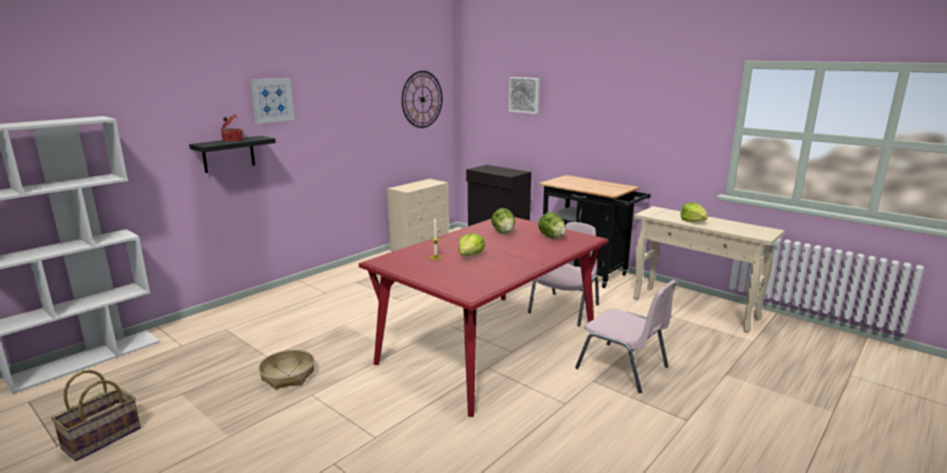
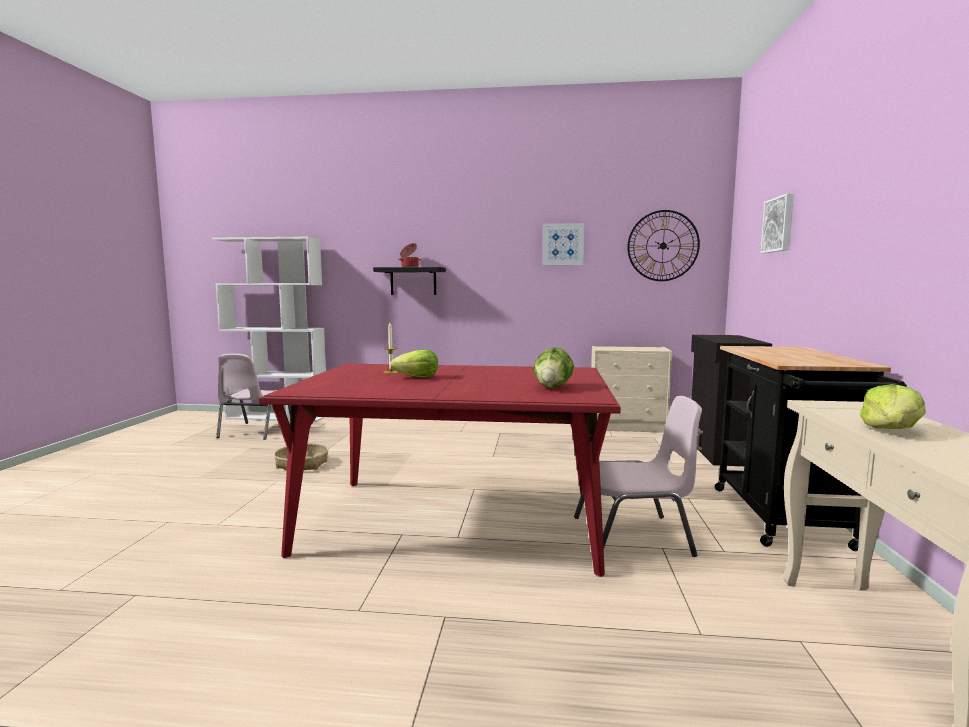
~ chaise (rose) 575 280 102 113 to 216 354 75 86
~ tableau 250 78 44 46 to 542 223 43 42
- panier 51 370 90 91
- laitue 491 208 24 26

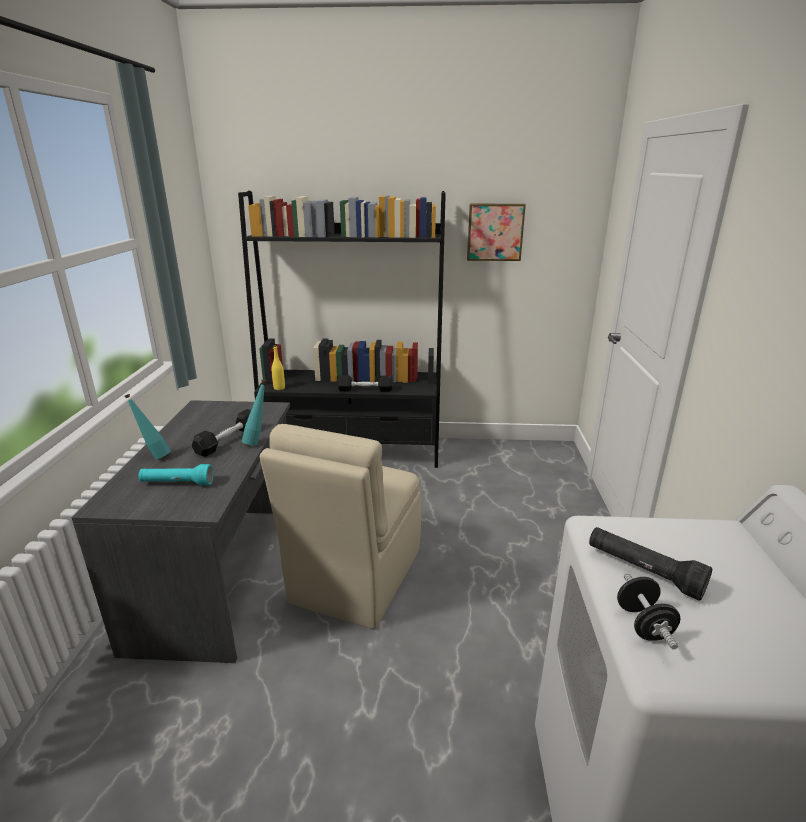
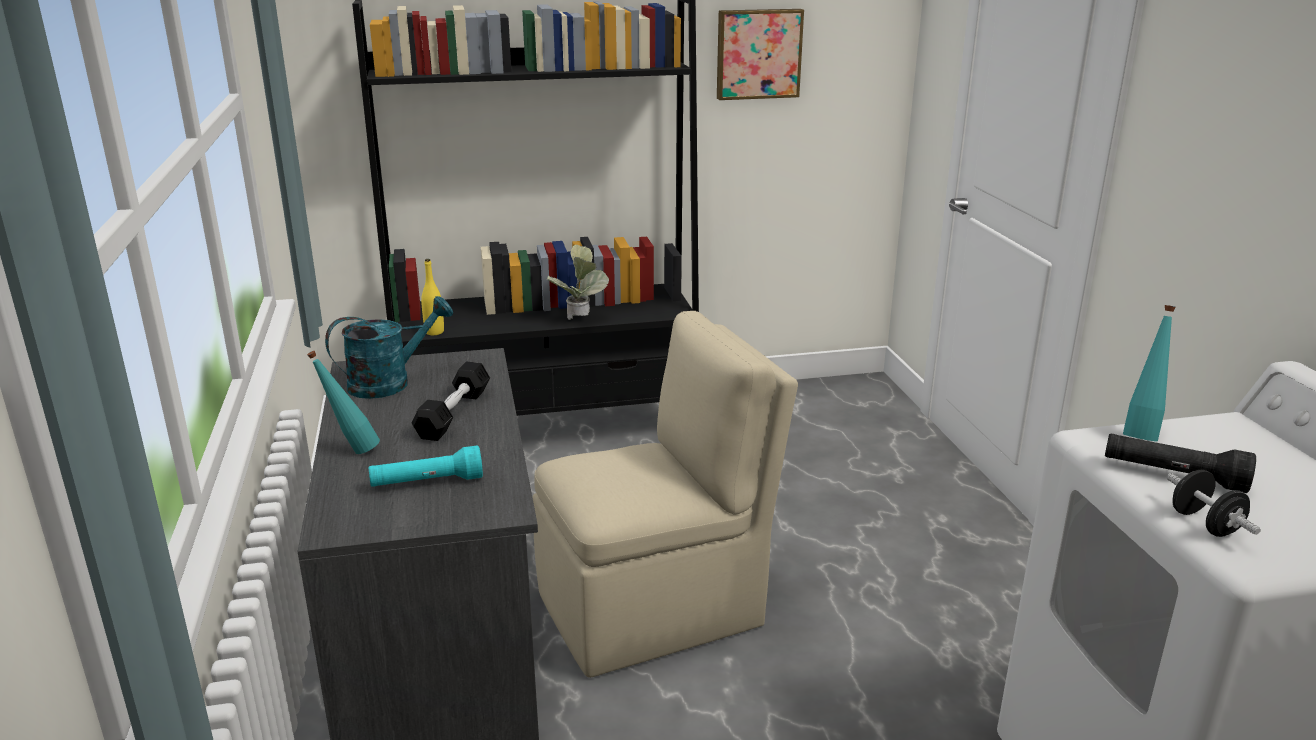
+ arrosoir (turquoise) 325 296 128 103
~ chaise (beige) 260 424 161 205 = 532 311 266 367 120 degrees counterclockwise
~ haltère (noir) 337 375 56 17 to plante en pot 547 245 62 75
~ bouteille (turquoise) 242 379 24 66 to 1123 305 53 137

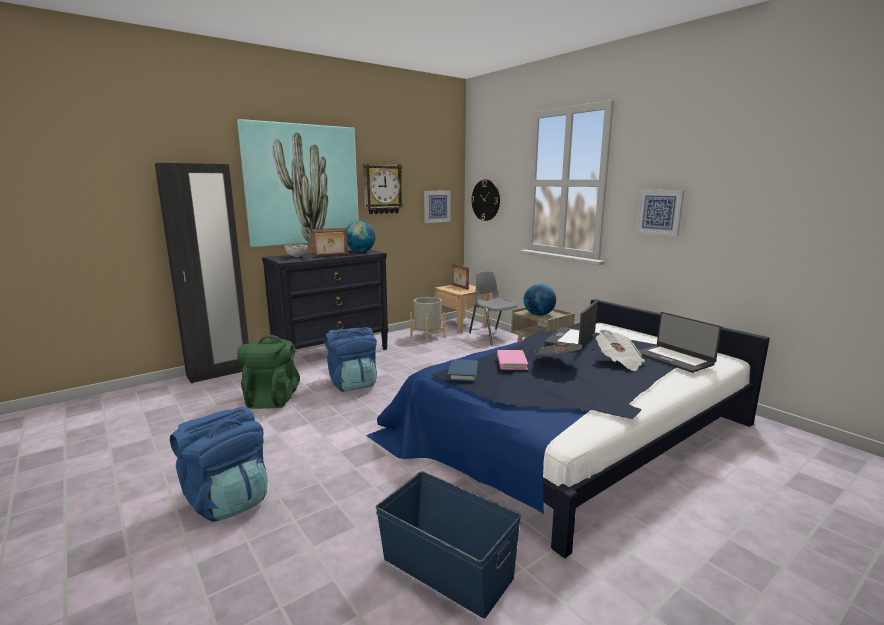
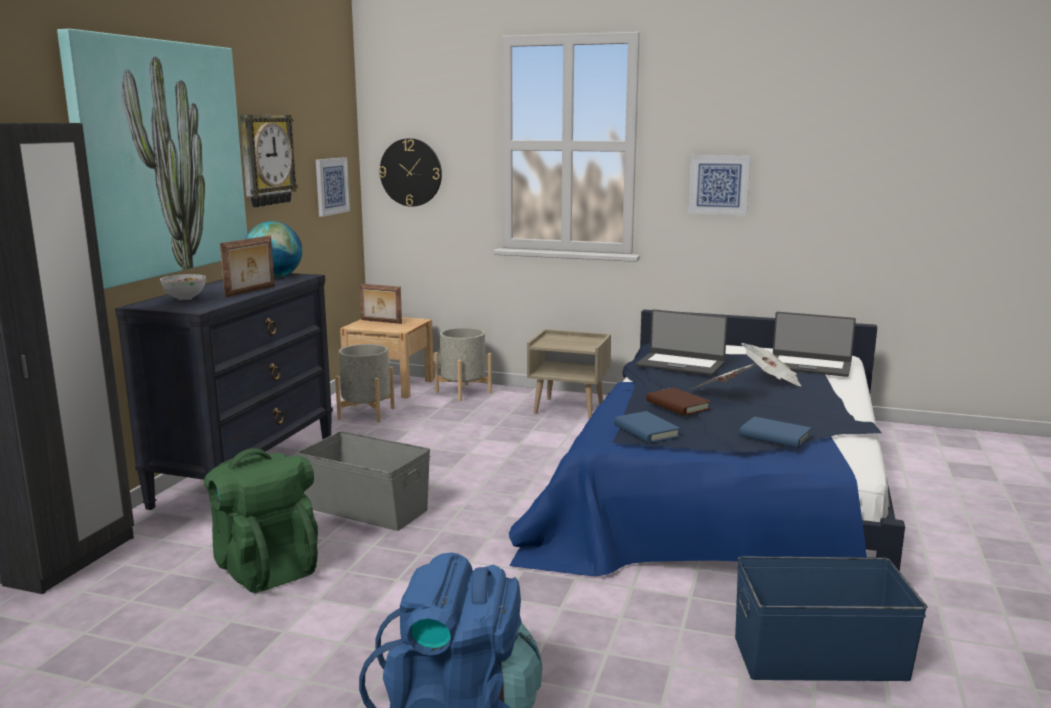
~ sac à dos (bleu) 324 327 53 65 to boîte de rangement (gris) 297 431 133 100
~ chaise (gris) 469 271 49 74 to cache-pot (gris) 434 328 58 73
~ ordinateur portable 544 301 54 44 = 636 309 92 67 60 degrees counterclockwise
~ livre (rose) 497 350 31 20 to livre (marron) 646 387 65 29
+ livre (bleu) 739 417 73 31
- globe 523 283 33 33

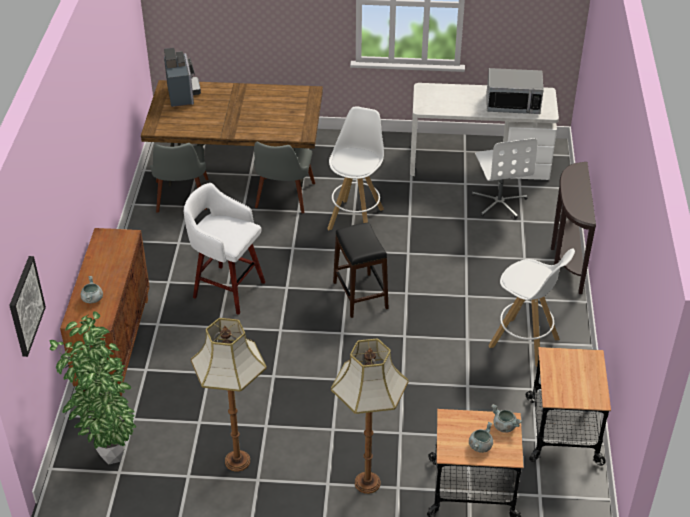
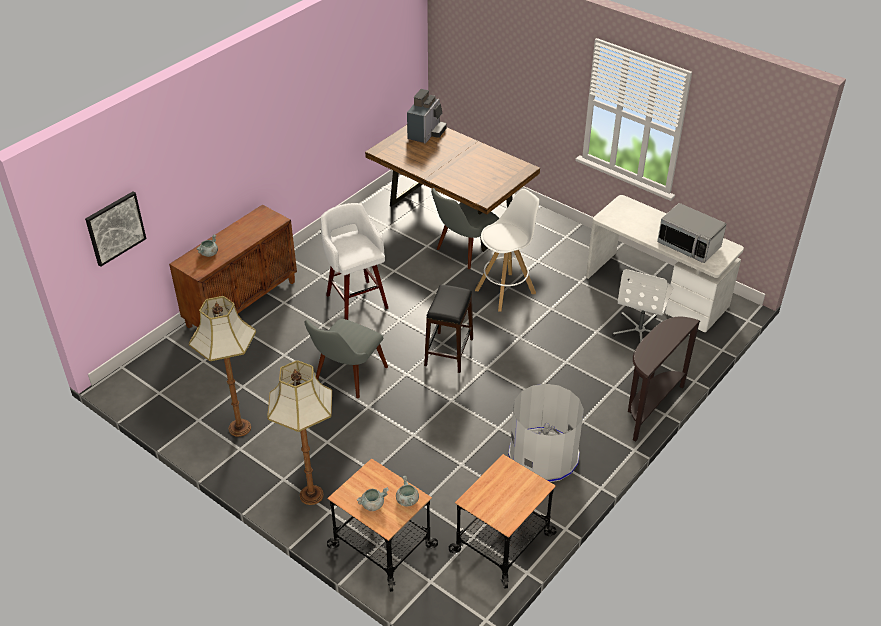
~ chaise (gris) 150 143 59 70 to 305 319 83 80
~ tabouret (blanc) 488 248 87 119 to poubelle (gris) 508 384 76 98
- plante en pot 49 311 87 154

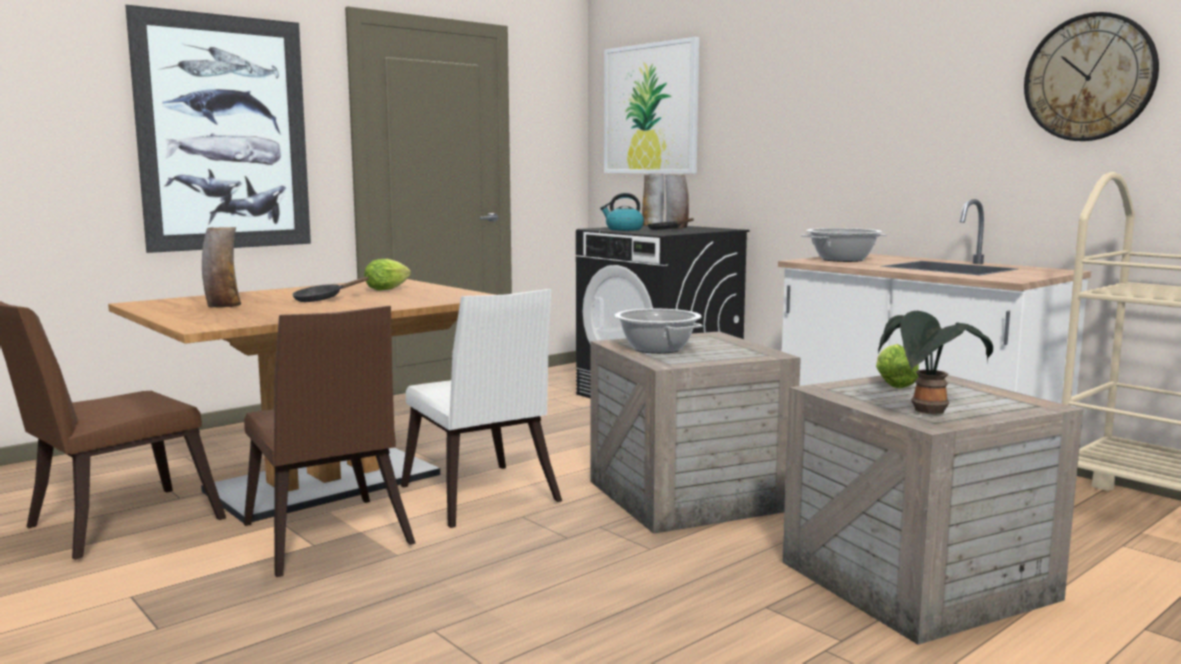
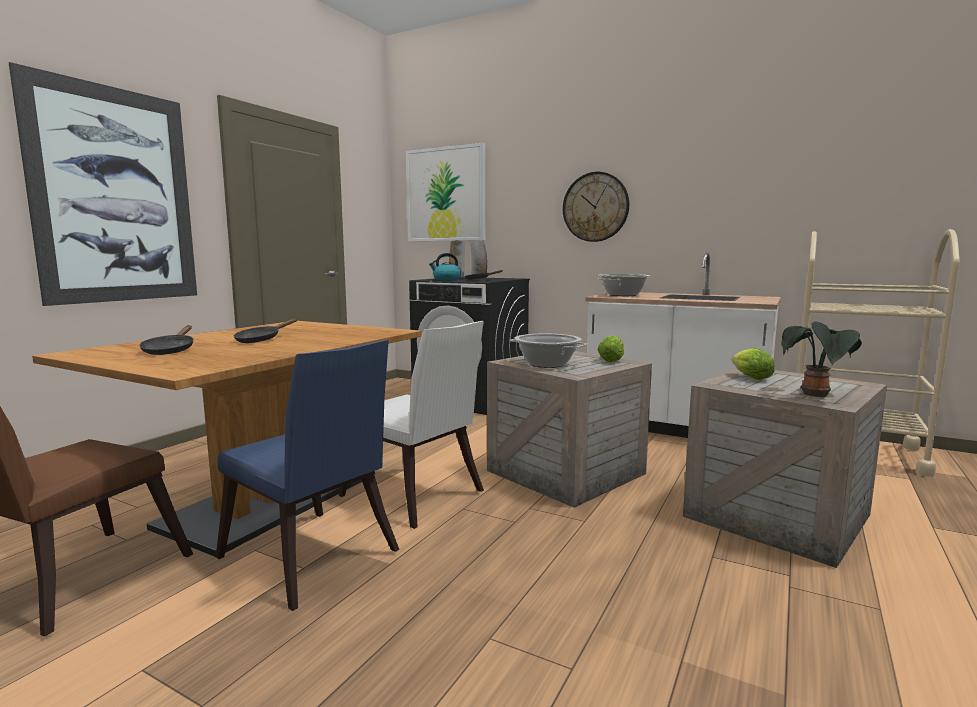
~ vase 202 227 39 80 to poêle (noir) 139 325 55 30
~ chaise (marron) 244 306 171 271 to chaise (bleu) 216 340 183 271
~ horloge murale 1024 12 135 129 to 563 172 66 70
~ laitue 364 259 47 32 to 598 335 26 27

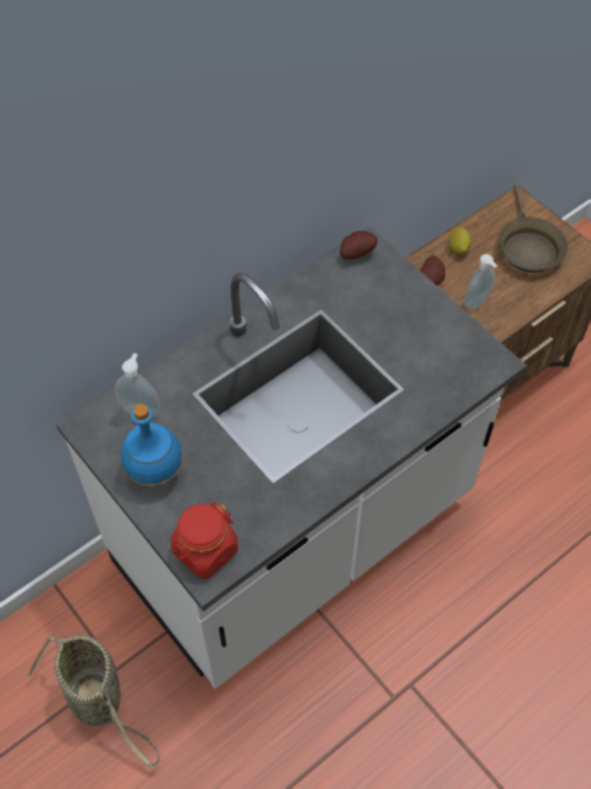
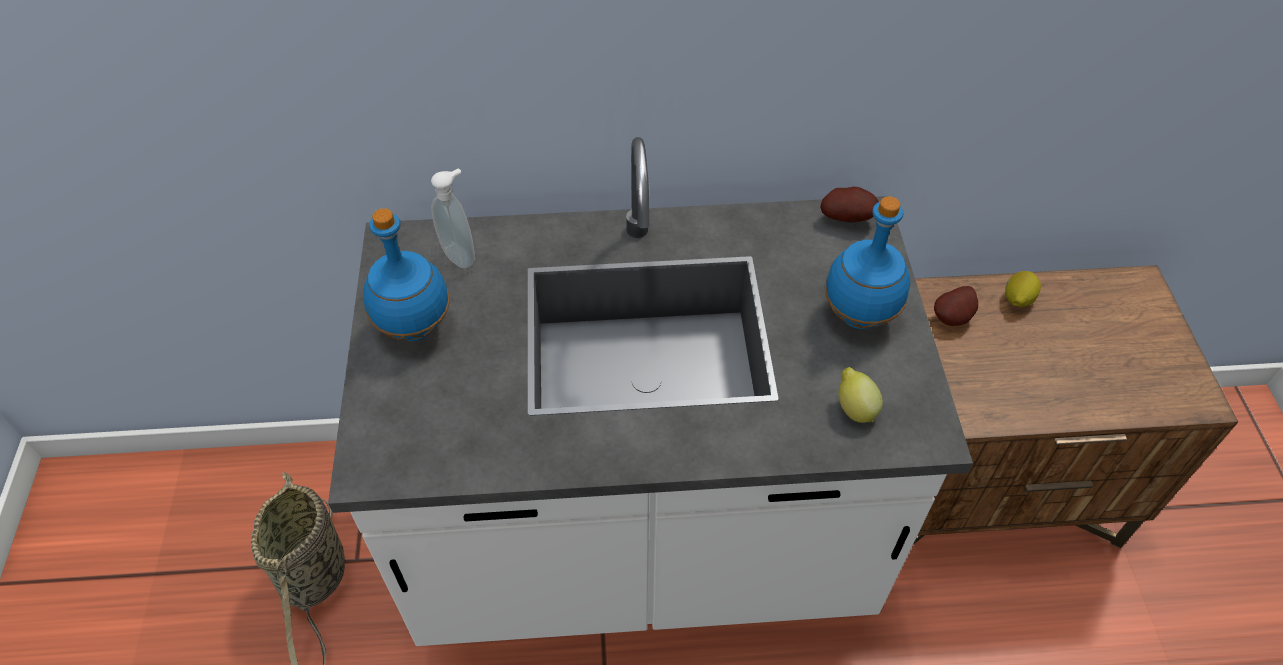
+ bouteille (bleu) 824 197 86 132
+ citron 838 367 45 56
- bocal (rouge) 171 502 67 77
- distributeur de savon 464 254 34 56
- poêle (marron) 498 184 70 89

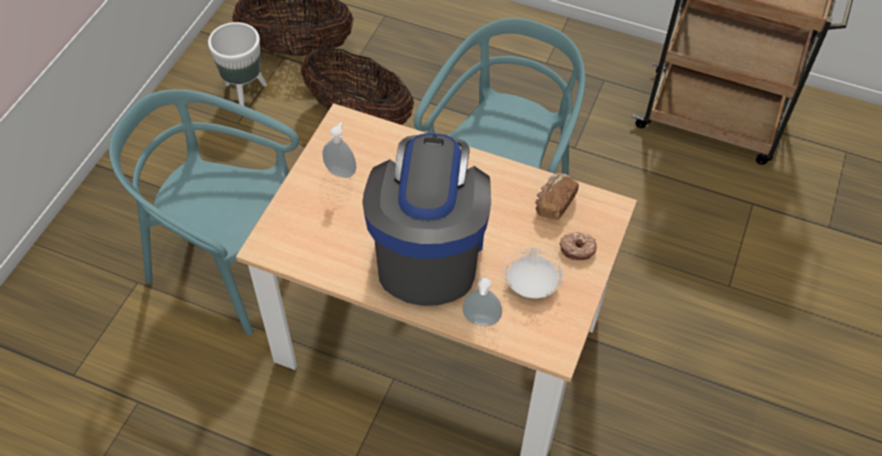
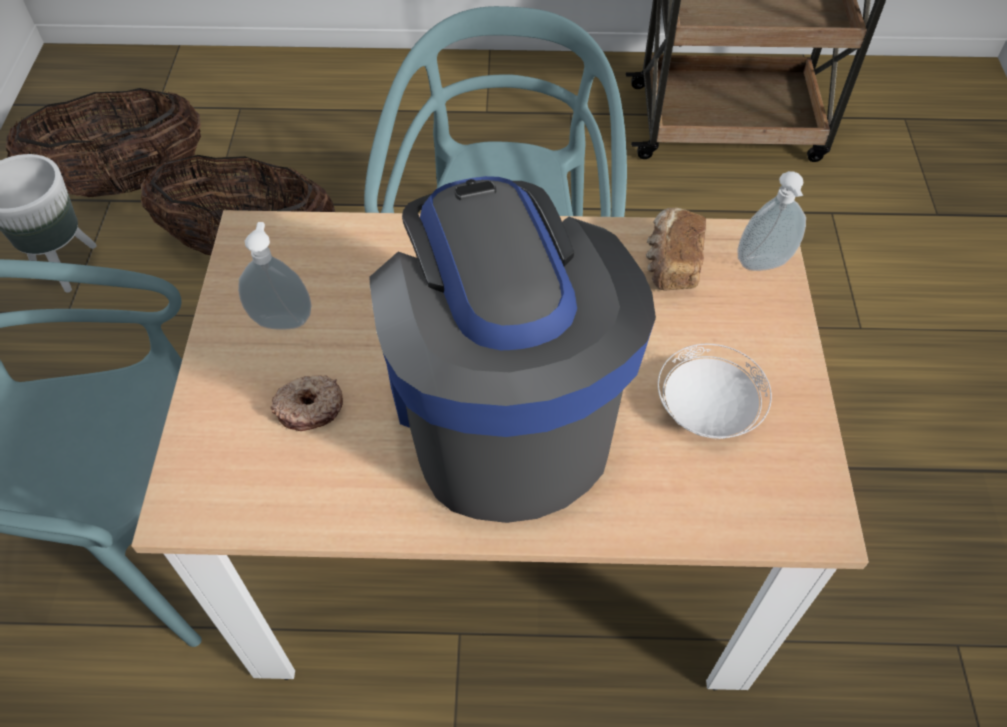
~ beignet 560 233 37 27 to 271 375 72 56
~ distributeur de savon 462 278 40 48 to 738 171 68 100

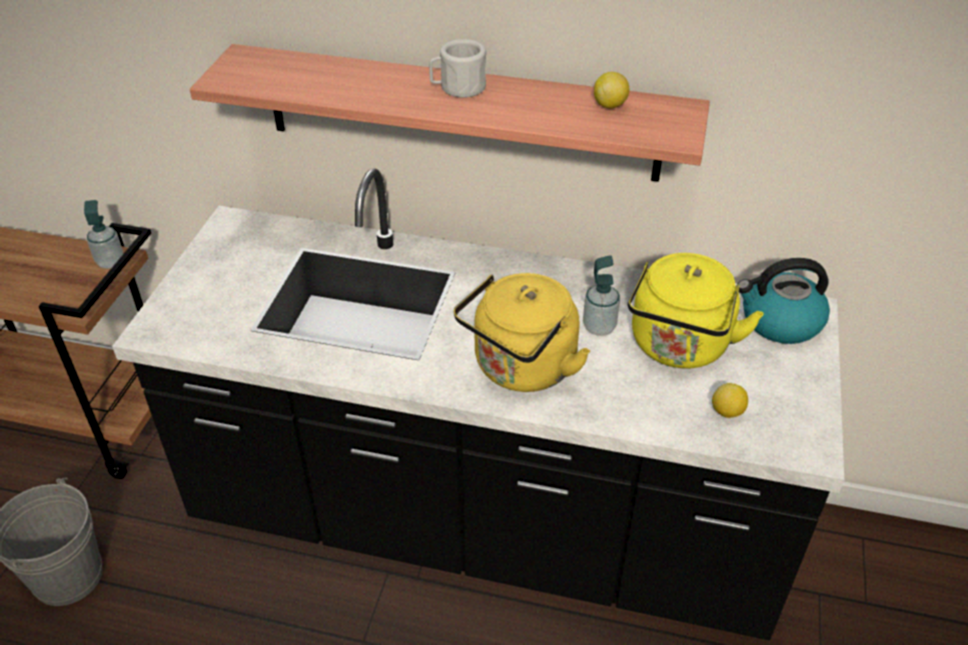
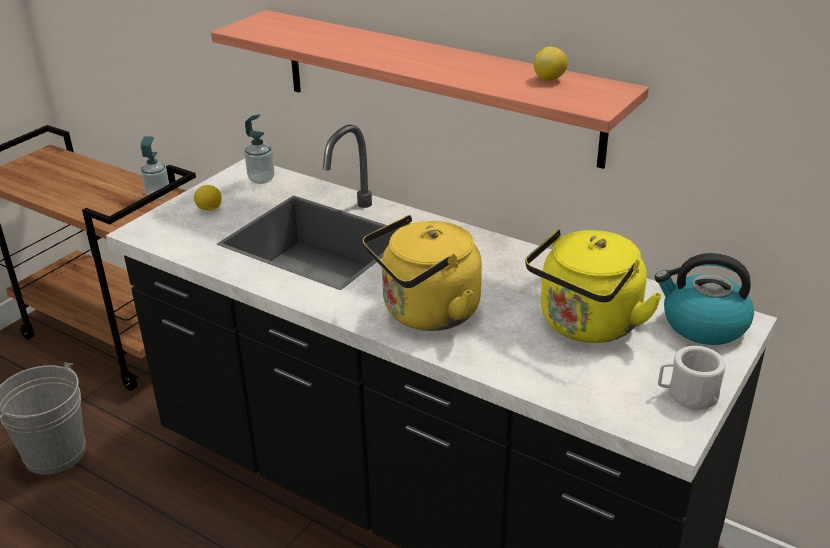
~ citron 712 383 36 35 to 194 185 27 26
~ distributeur de savon 583 255 37 81 to 244 114 30 70
~ mug (blanc) 429 39 57 59 to 658 346 68 64

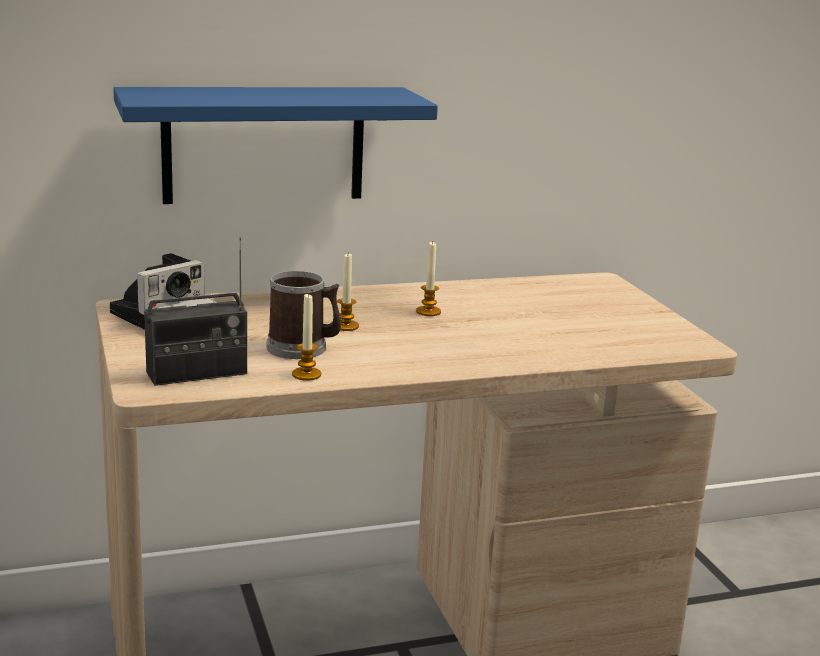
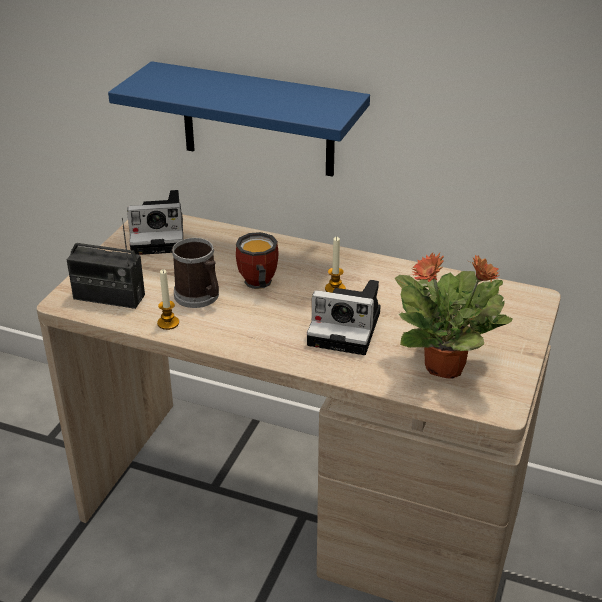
~ bougie 337 254 22 77 to mug 236 232 43 57
+ appareil photo 307 280 74 75
+ plante en pot 395 253 117 126

